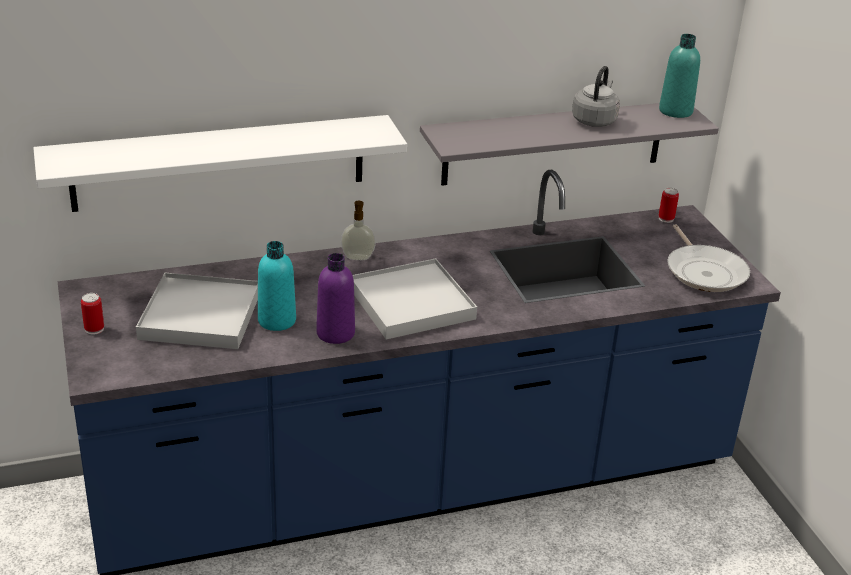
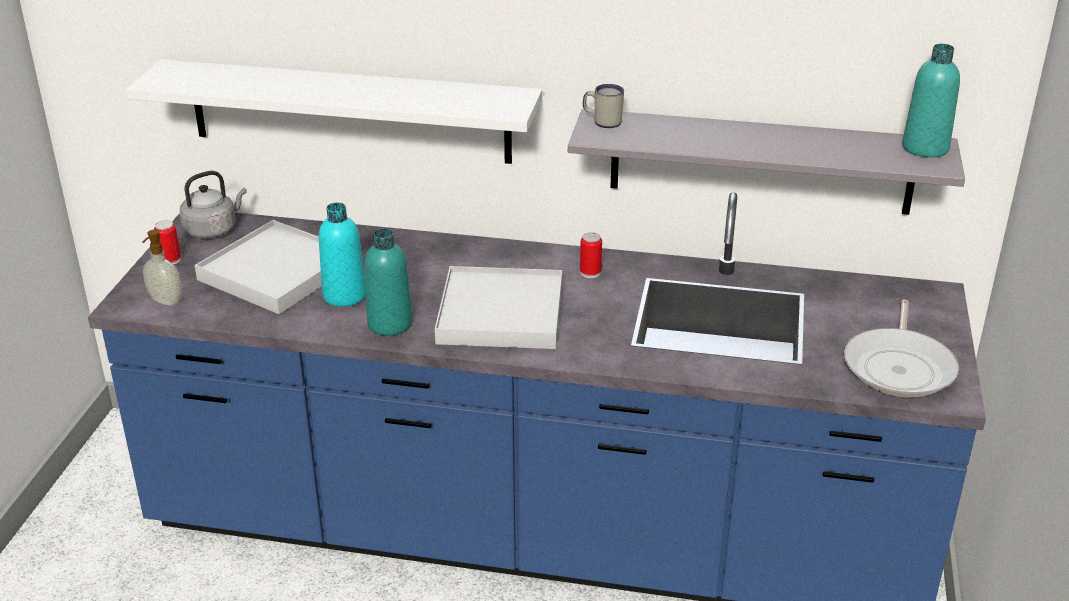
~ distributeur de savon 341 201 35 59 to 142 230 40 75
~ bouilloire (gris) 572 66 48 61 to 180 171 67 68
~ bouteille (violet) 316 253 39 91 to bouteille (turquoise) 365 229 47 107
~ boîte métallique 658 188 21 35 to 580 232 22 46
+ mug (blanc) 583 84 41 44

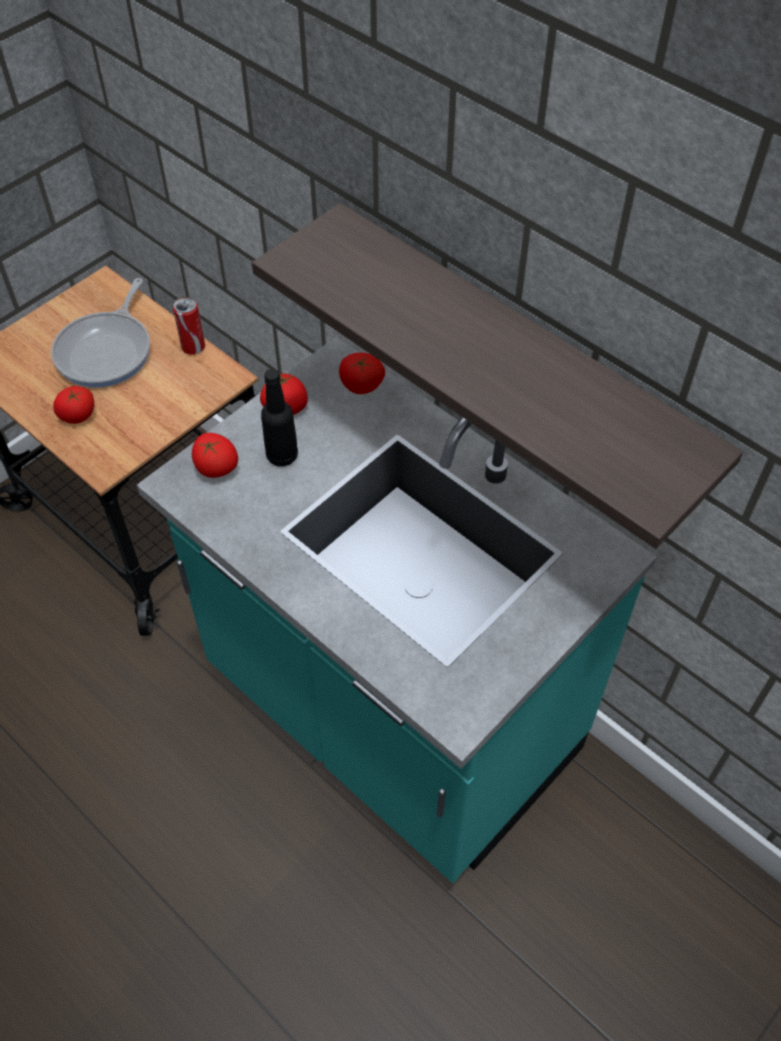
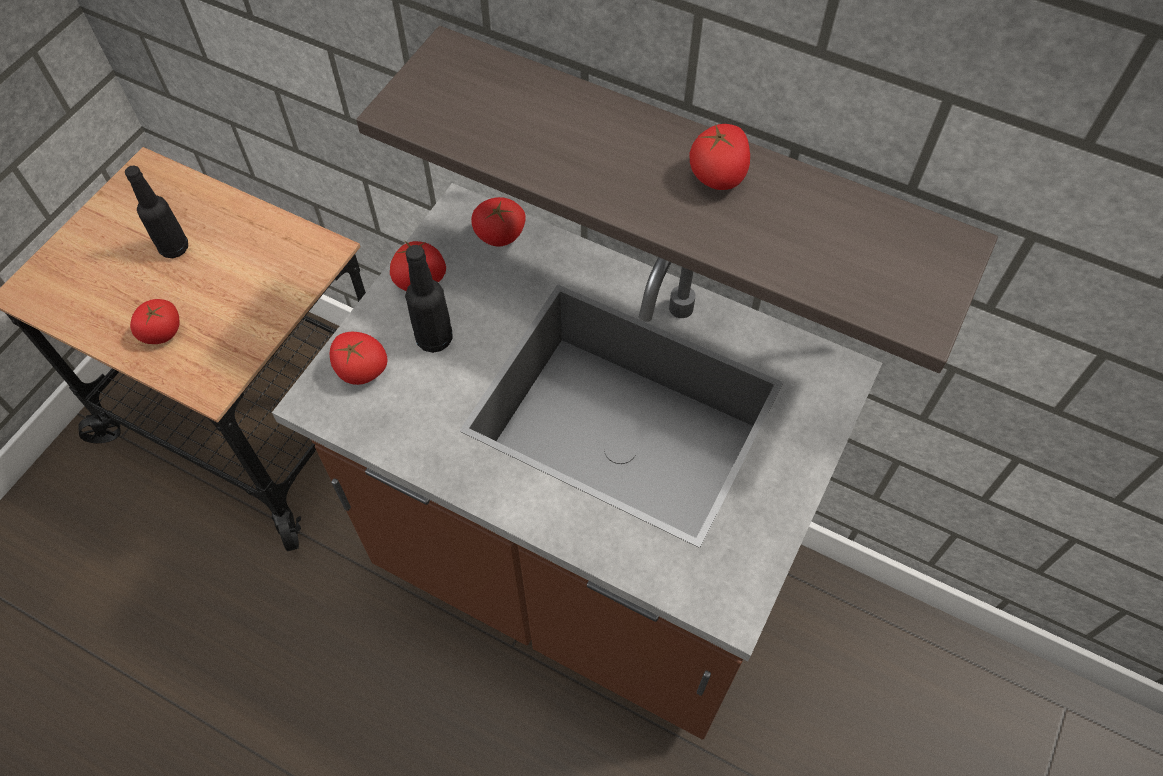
~ poêle 51 278 99 110 to bouteille (noir) 125 166 63 92
~ comptoir de cuisine (turquoise) 137 337 519 546 to comptoir de cuisine (marron) 272 183 610 557
+ tomate 690 124 60 66
- boîte métallique 173 297 32 58

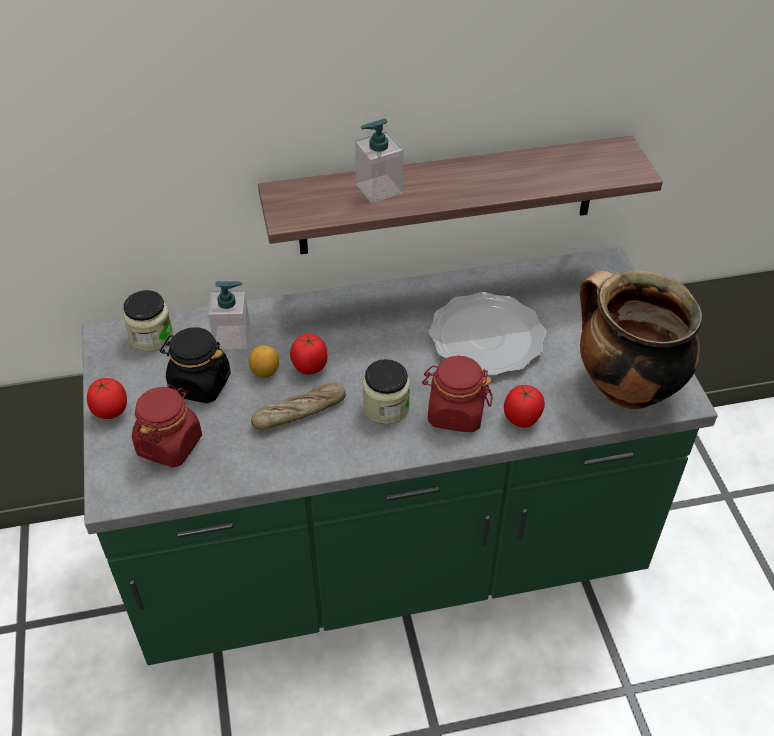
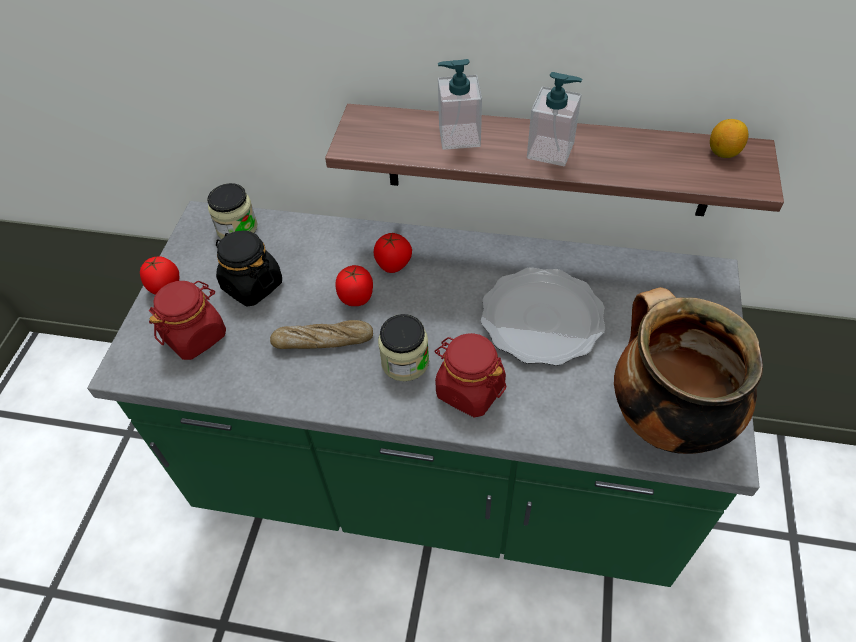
~ tomate 504 385 41 43 to 374 233 38 40
~ distributeur de savon 208 281 42 69 to 527 72 55 94
~ citron 249 345 30 33 to 710 119 38 39

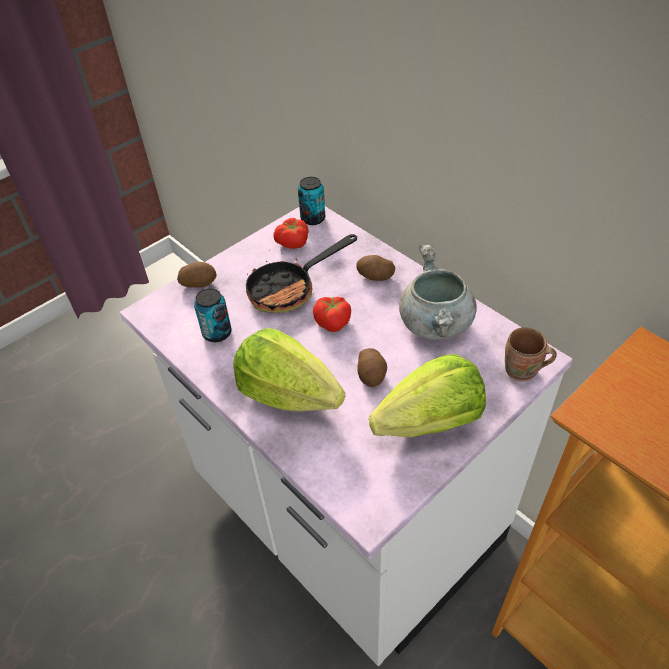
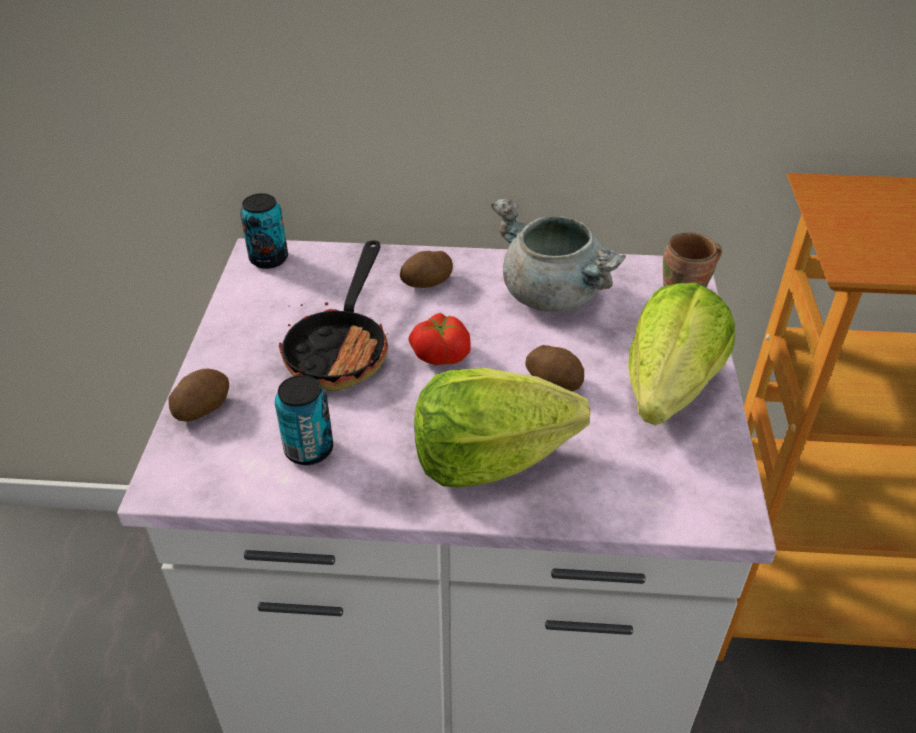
- tomate 273 218 35 31

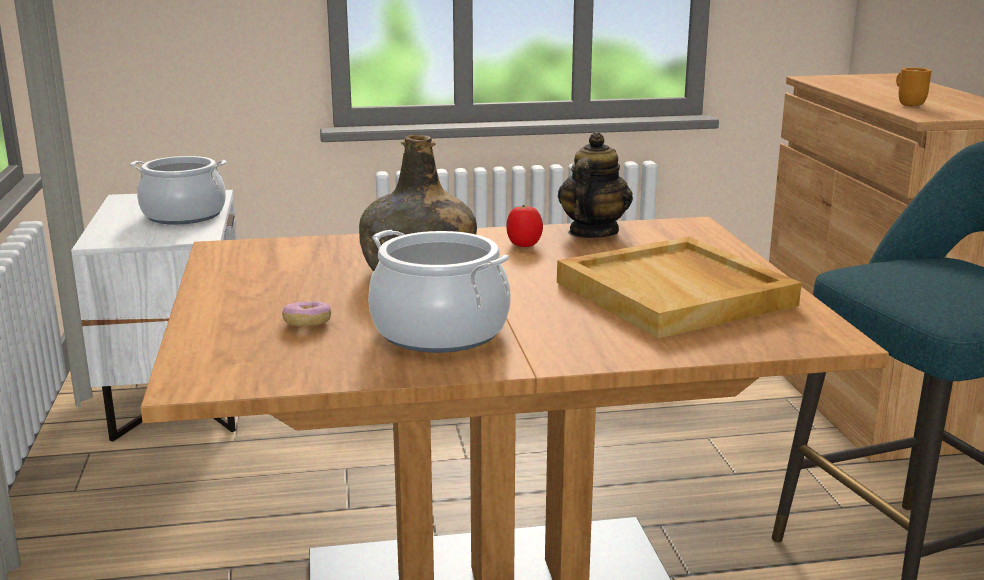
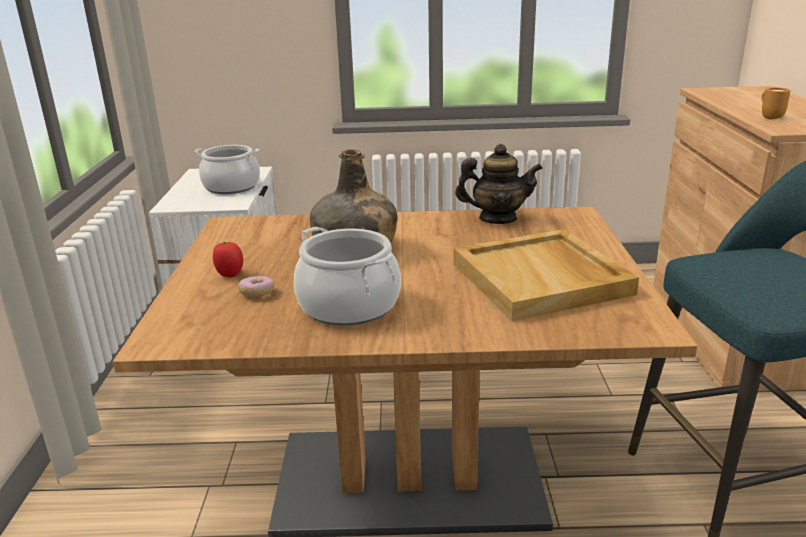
~ tomate 506 205 37 42 to 213 242 30 35
~ théière 558 132 75 106 = 455 144 88 80 60 degrees clockwise

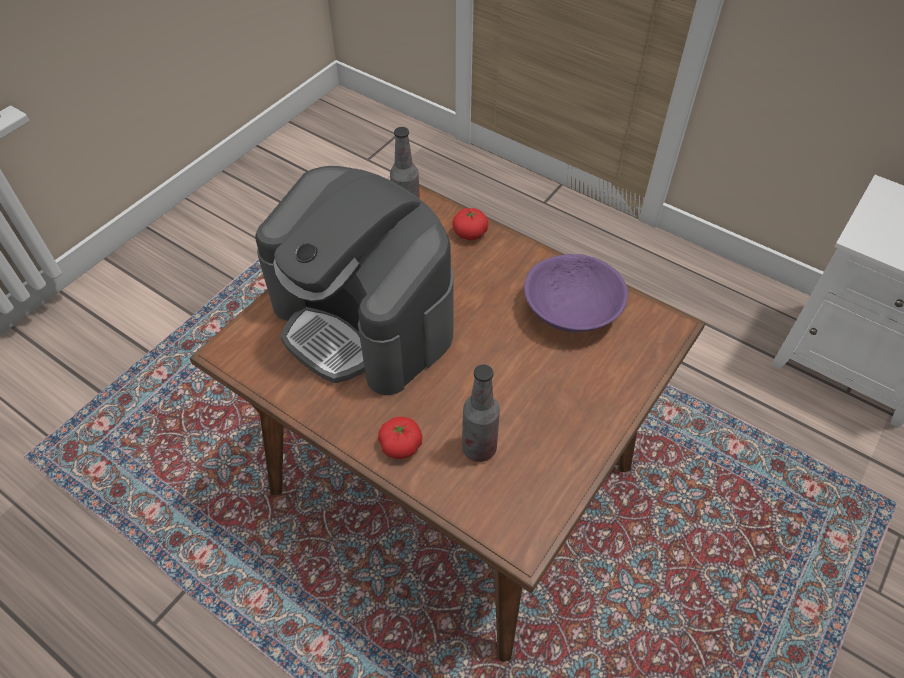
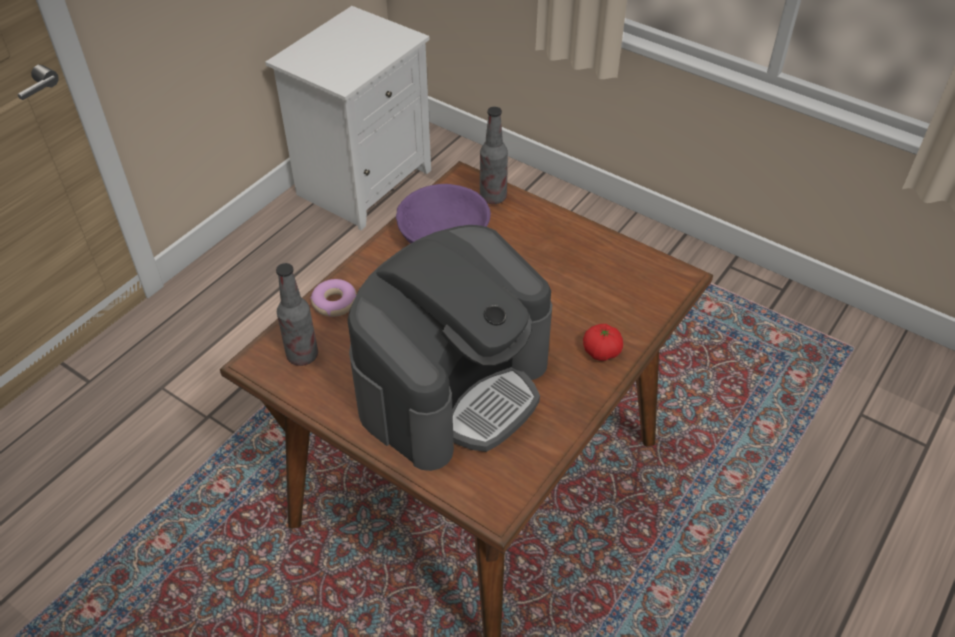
~ tomate 452 208 37 32 to beignet 310 279 47 38
~ bouteille 462 364 38 98 to 480 107 28 97

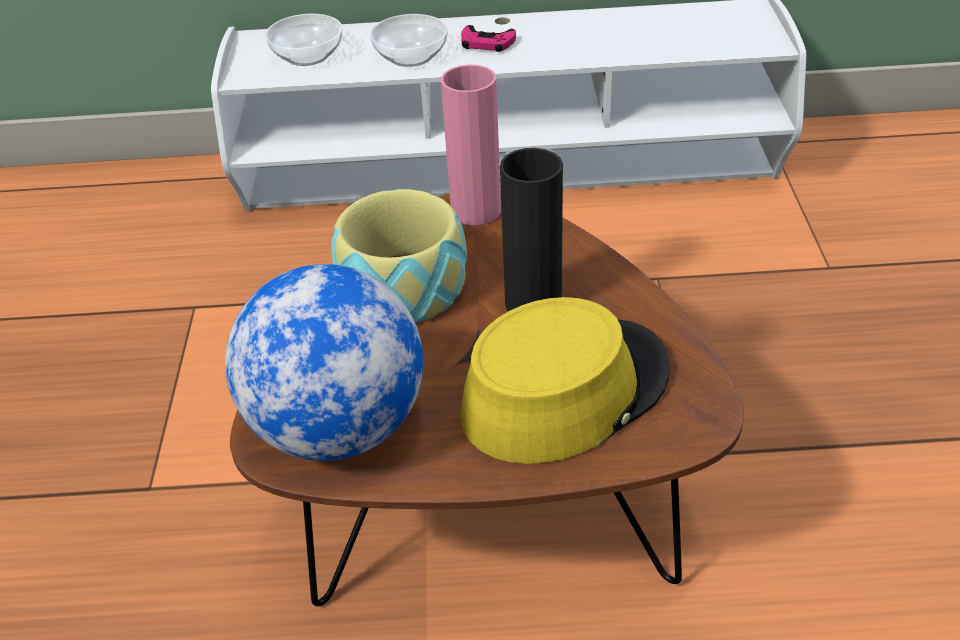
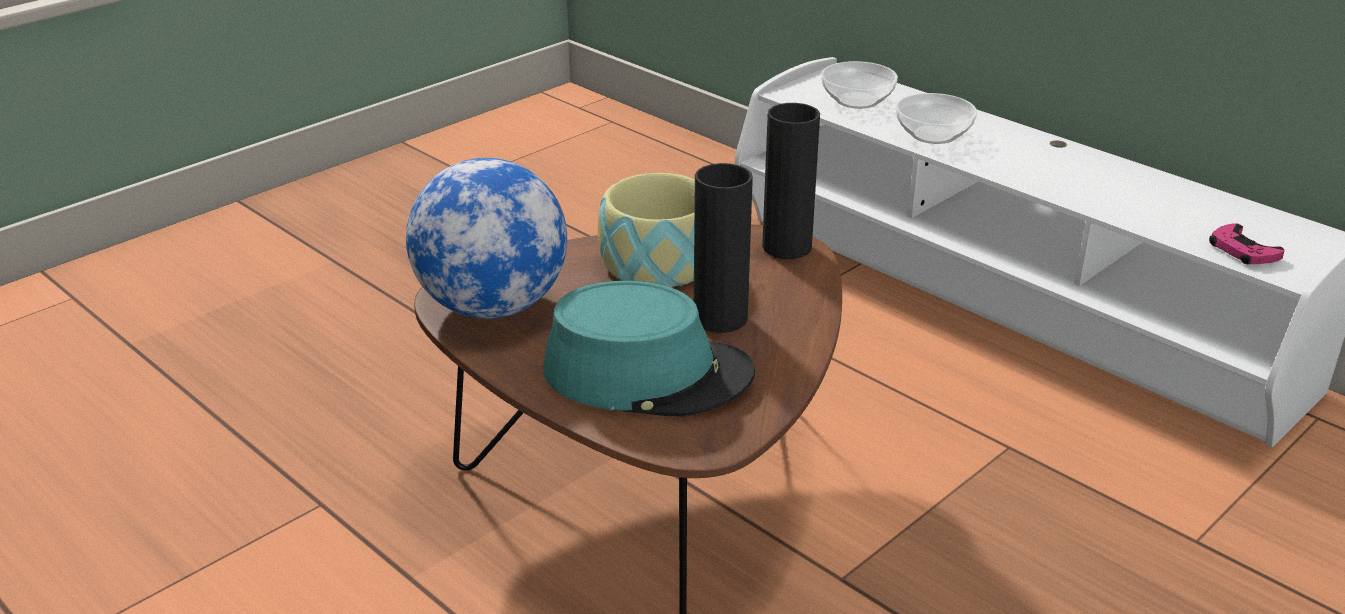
~ chapeau (jaune) 461 297 209 167 to chapeau (turquoise) 543 281 212 136
~ vase (rose) 441 64 60 161 to vase (noir) 762 103 58 156
~ manette (rose) 461 25 55 27 to 1209 223 76 41

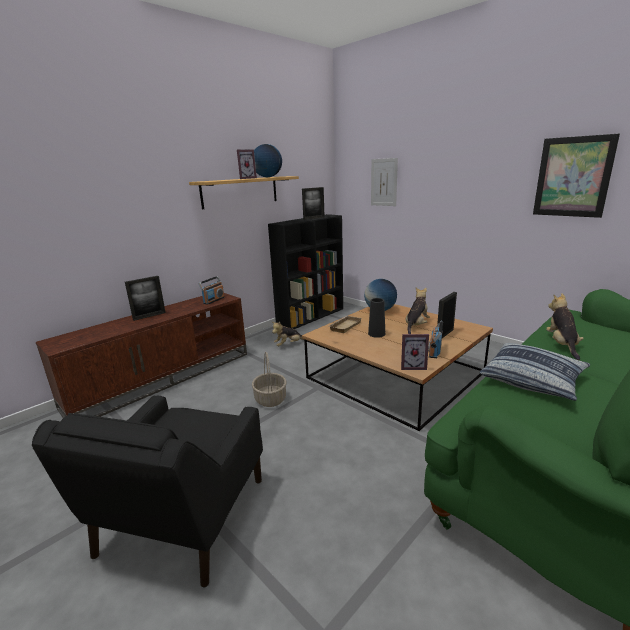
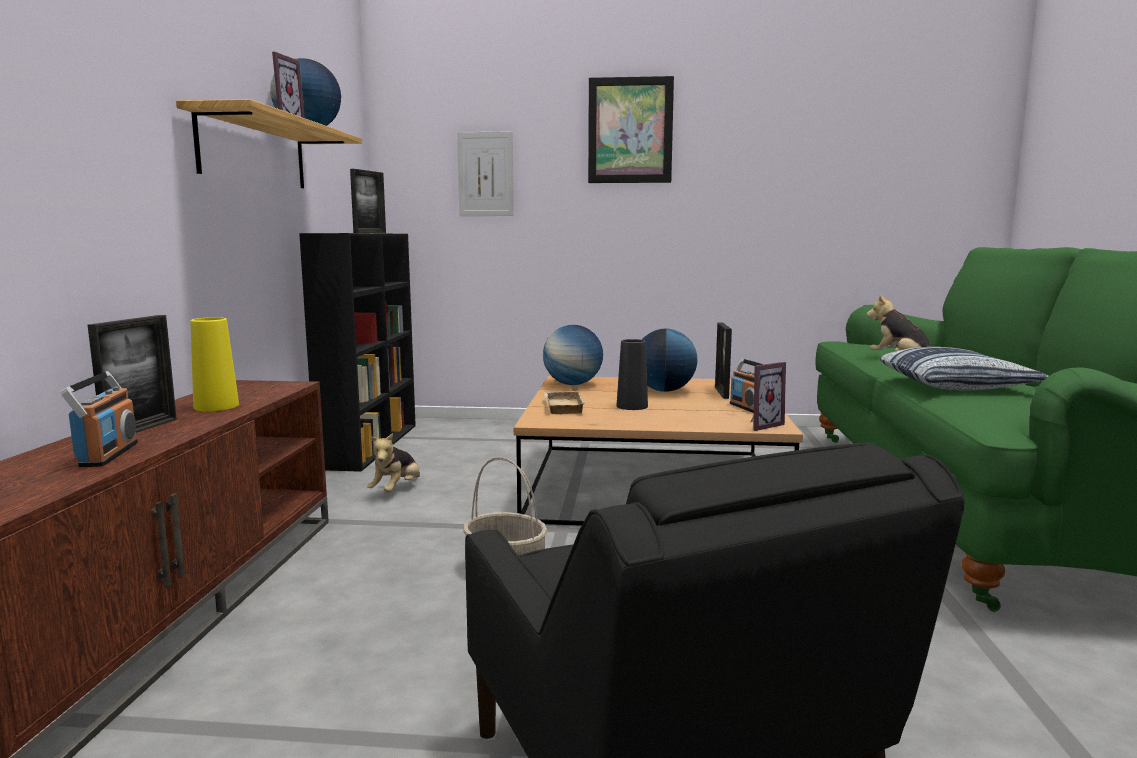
~ radio 198 276 26 29 to 60 371 78 96
+ vase (jaune) 191 317 48 94
~ tableau 533 133 87 85 to 588 76 86 107
~ peluche 406 288 24 46 to globe 642 329 55 63

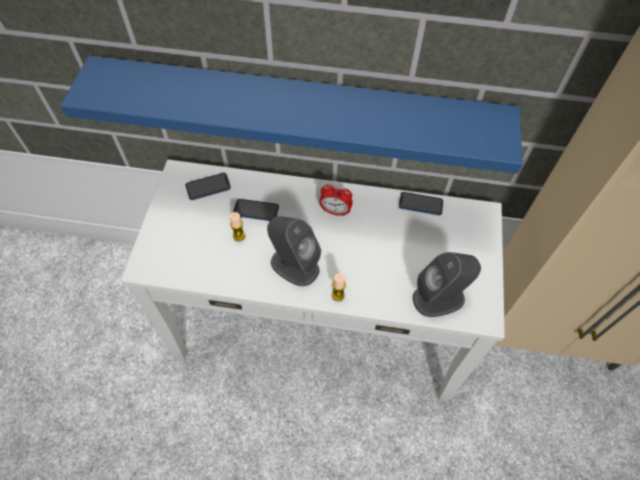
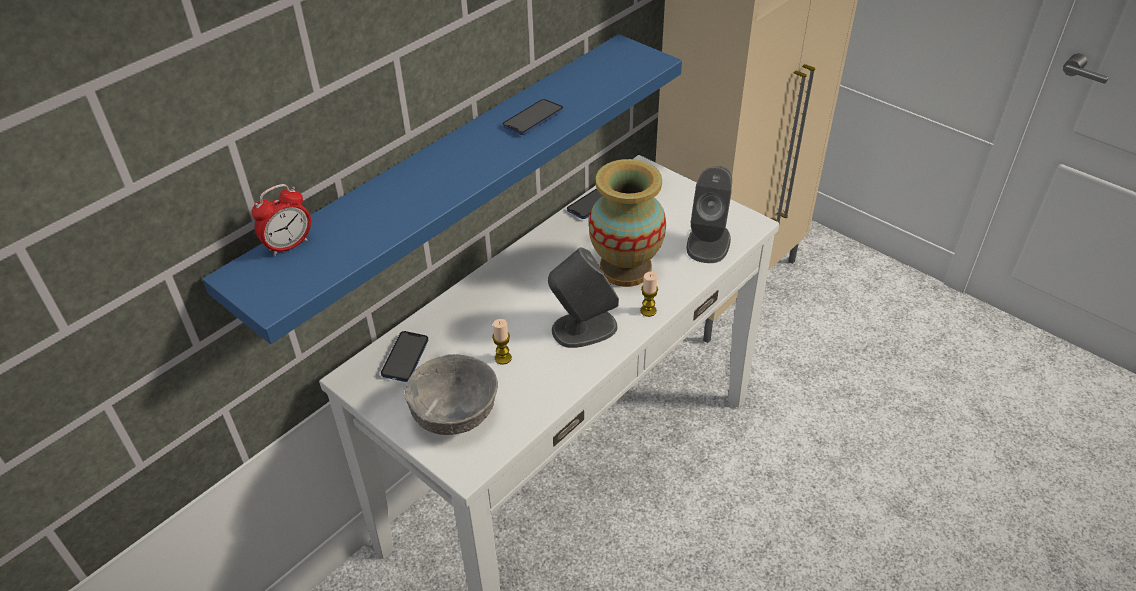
~ réveil 319 184 34 33 to 251 184 60 72
+ bol (gris) 404 354 94 81
~ téléphone 233 199 46 22 to 502 99 61 36
+ vase 589 159 77 128

